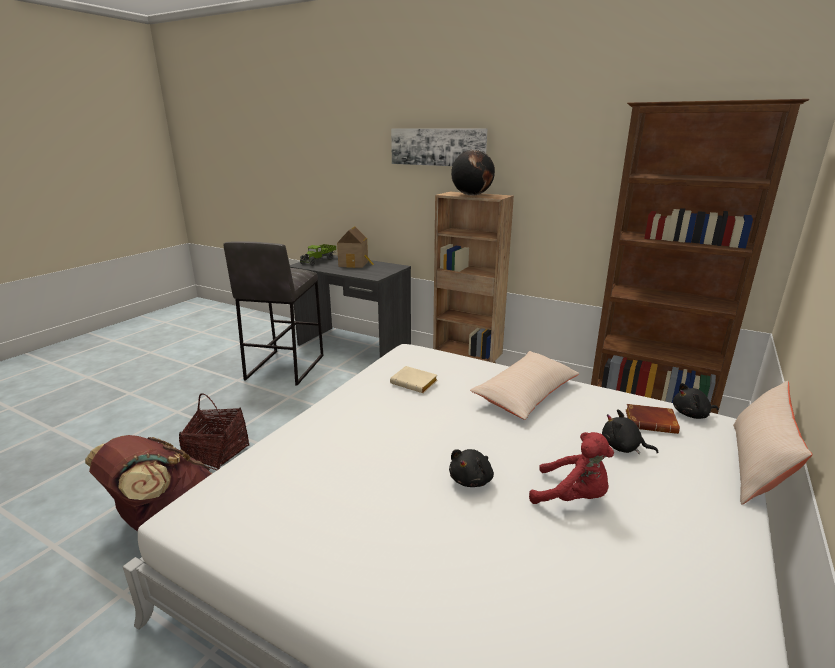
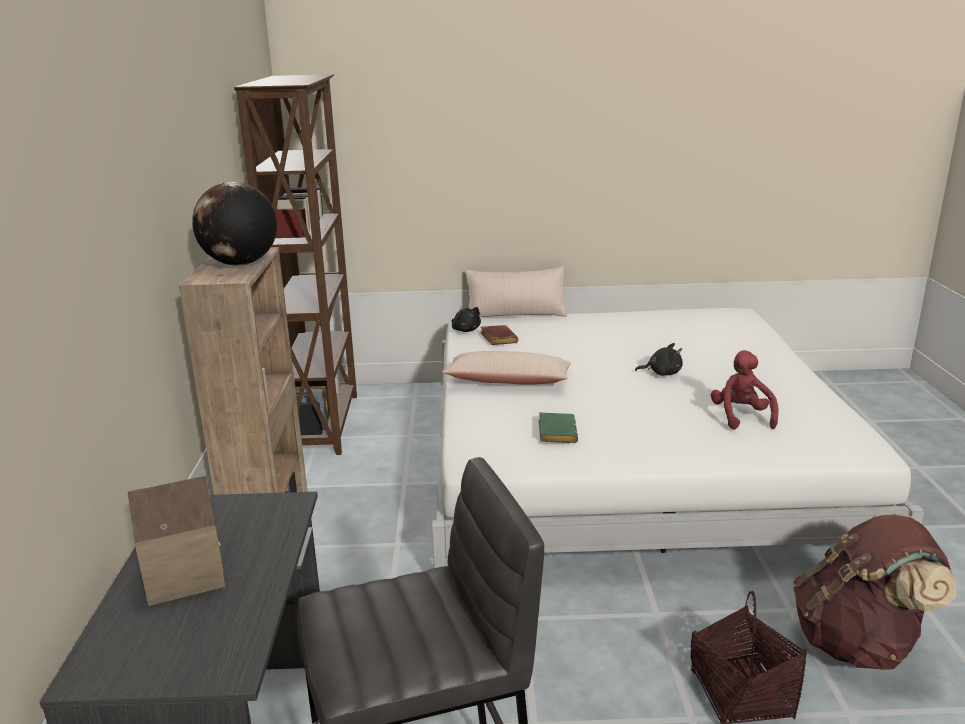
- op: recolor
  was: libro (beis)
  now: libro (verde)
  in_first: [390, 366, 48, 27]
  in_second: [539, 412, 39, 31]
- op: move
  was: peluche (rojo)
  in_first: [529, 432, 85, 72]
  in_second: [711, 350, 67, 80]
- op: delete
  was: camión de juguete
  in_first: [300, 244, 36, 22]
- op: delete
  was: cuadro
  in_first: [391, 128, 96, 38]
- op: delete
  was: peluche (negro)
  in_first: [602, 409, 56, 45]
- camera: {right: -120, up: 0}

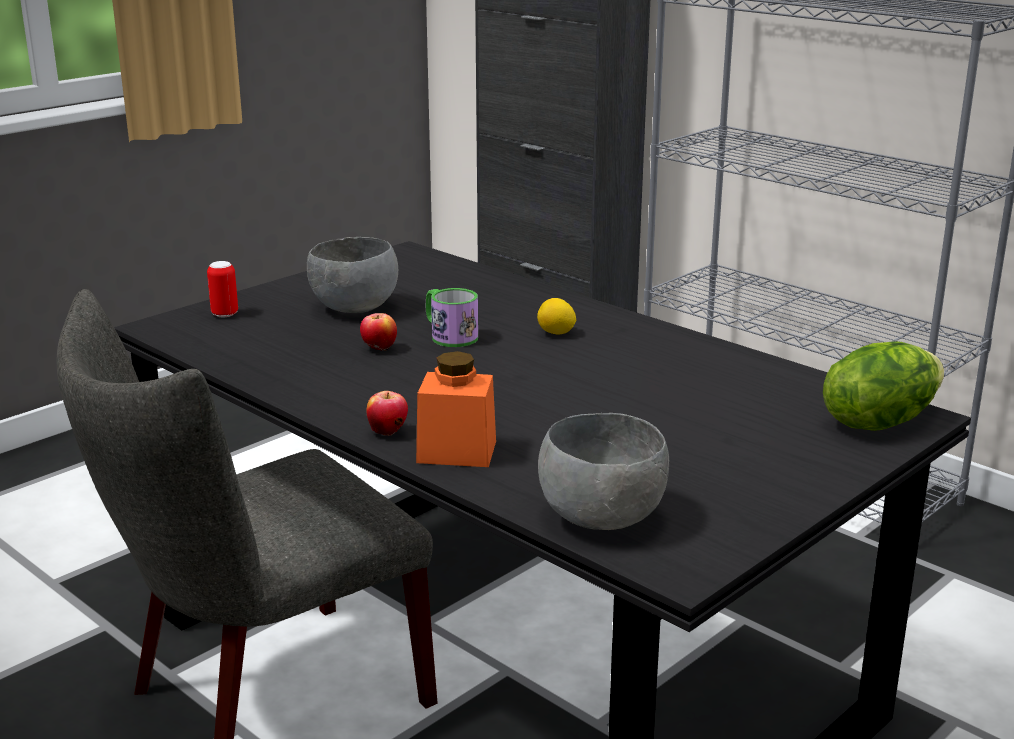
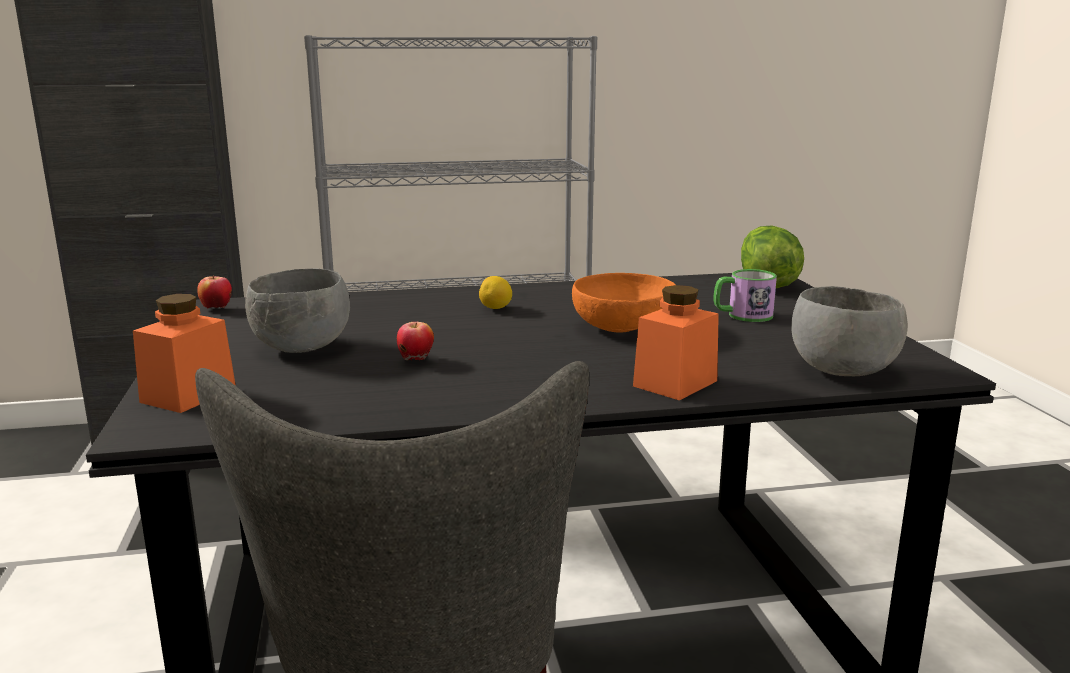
- op: replace
  was: lata
  now: tarro (naranja)
  in_first: [207, 261, 31, 56]
  in_second: [133, 294, 103, 119]
- op: move
  was: manzana
  in_first: [366, 391, 42, 45]
  in_second: [197, 276, 35, 32]
- op: insert
  now: cuenco (naranja)
  in_second: [572, 273, 104, 60]
- op: move
  was: taza grande
  in_first: [426, 288, 52, 59]
  in_second: [714, 269, 63, 53]
- camera: {right: -55, up: -5}

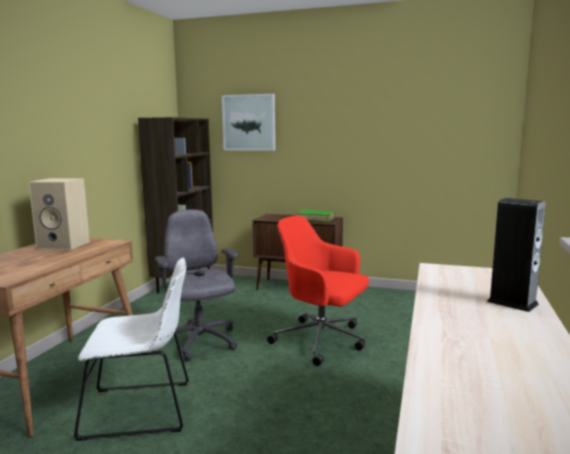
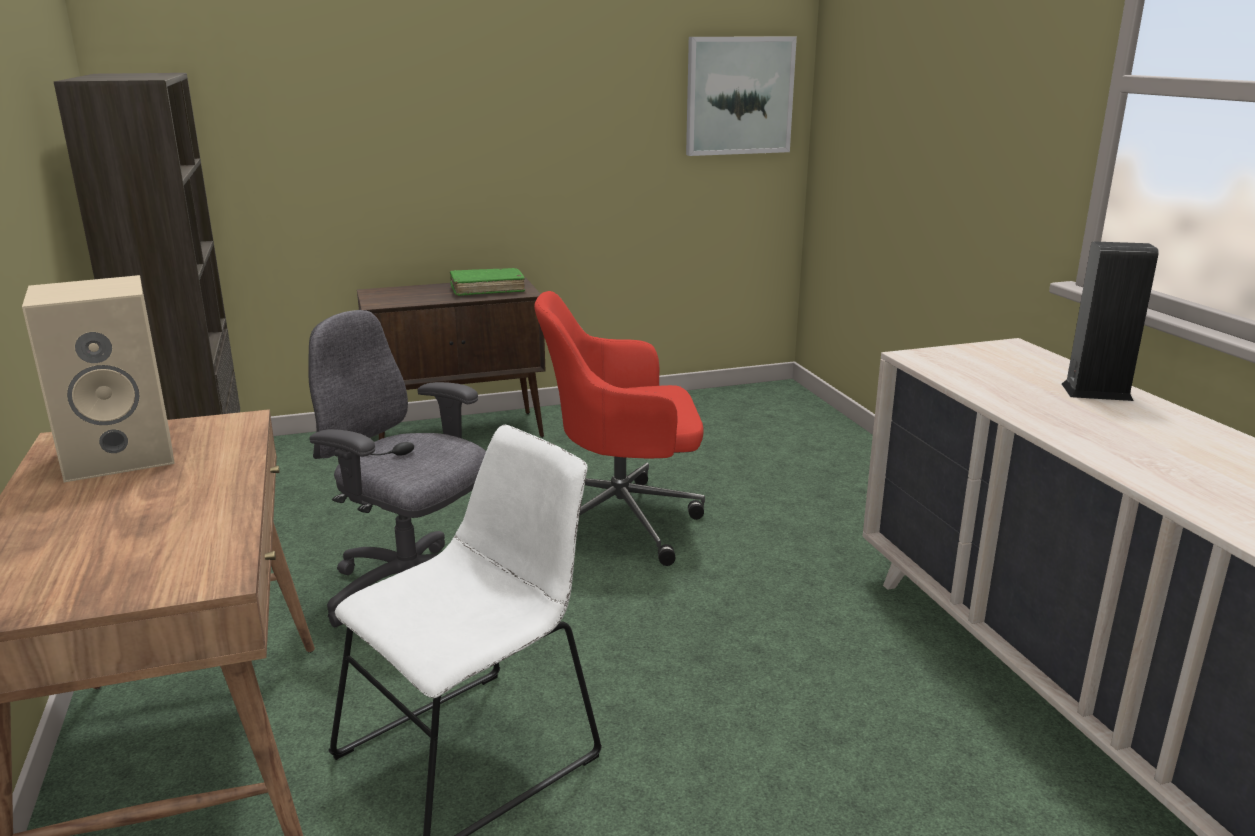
- op: move
  was: cuadro
  in_first: [222, 94, 53, 57]
  in_second: [686, 37, 111, 119]
- camera: {right: -35, up: 10}

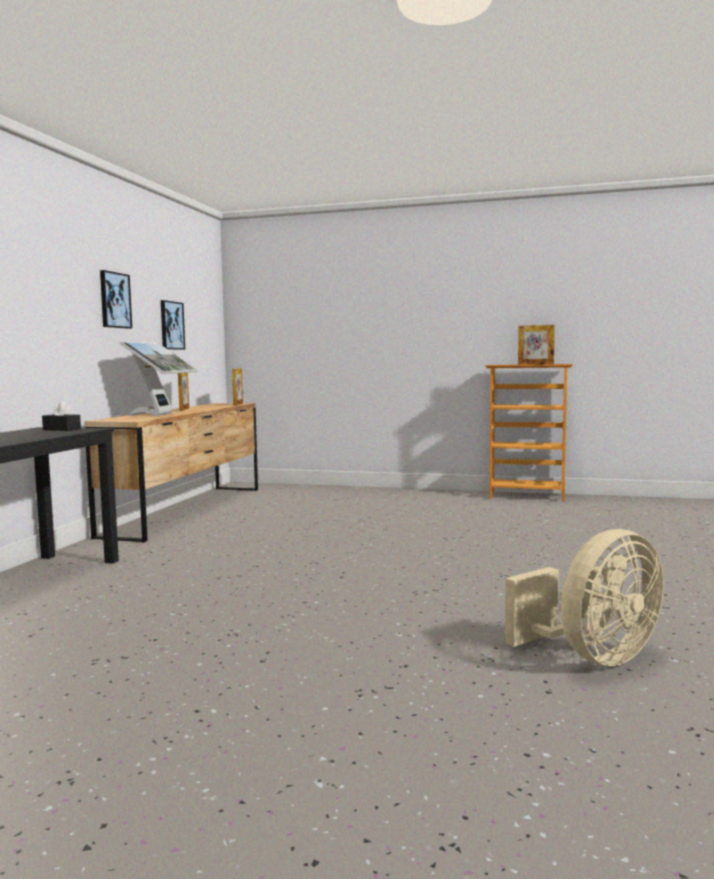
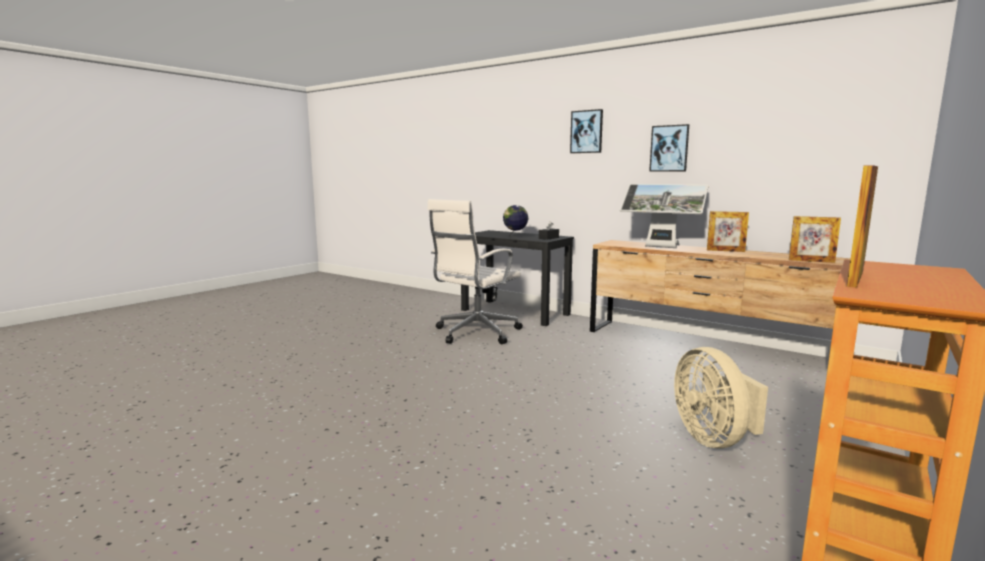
- op: insert
  now: silla de oficina (blanco)
  in_second: [427, 199, 96, 145]
- op: insert
  now: globo terráqueo
  in_second: [503, 205, 26, 33]
- op: move
  was: cuadro
  in_first: [161, 300, 24, 50]
  in_second: [570, 109, 33, 44]
- op: move
  was: ventilador (beis)
  in_first: [505, 529, 159, 137]
  in_second: [674, 347, 94, 102]
- camera: {right: 110, up: 5}

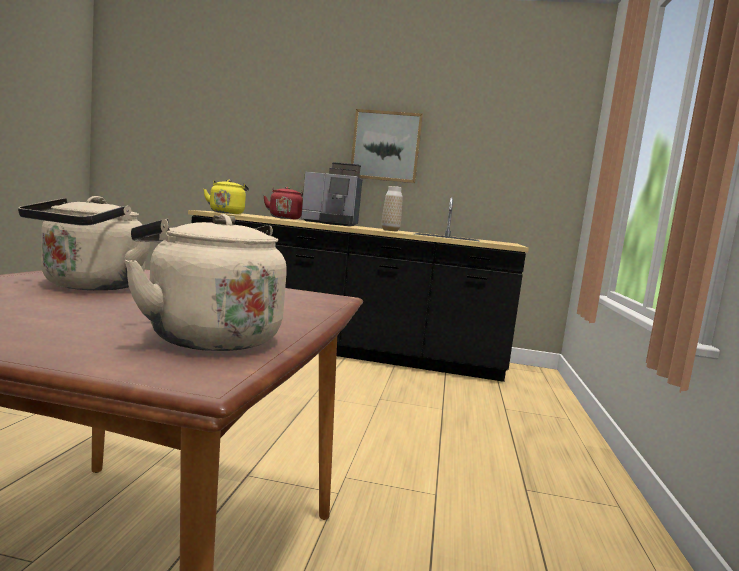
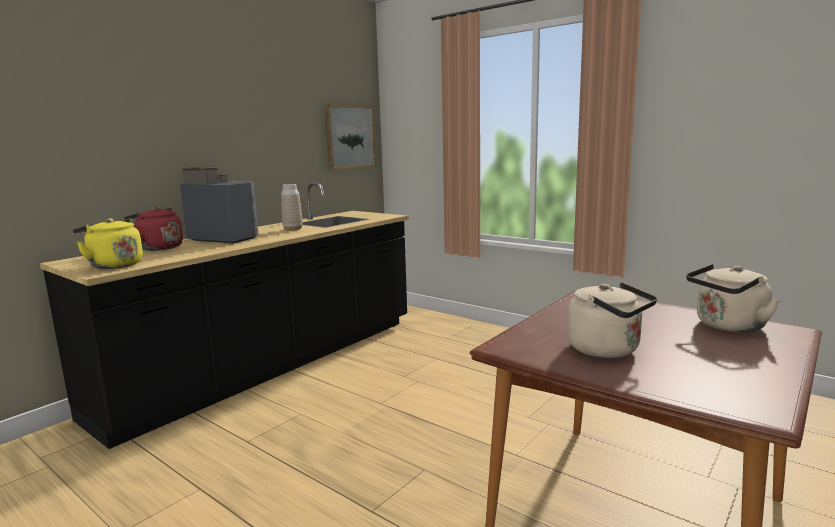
- op: rotate
  was: cafetera
  in_first: [301, 162, 61, 64]
  in_second: [180, 167, 79, 77]
  clockwise: -105
- op: move
  was: cuadro
  in_first: [351, 109, 72, 74]
  in_second: [325, 104, 50, 66]
- camera: {right: -60, up: 5}

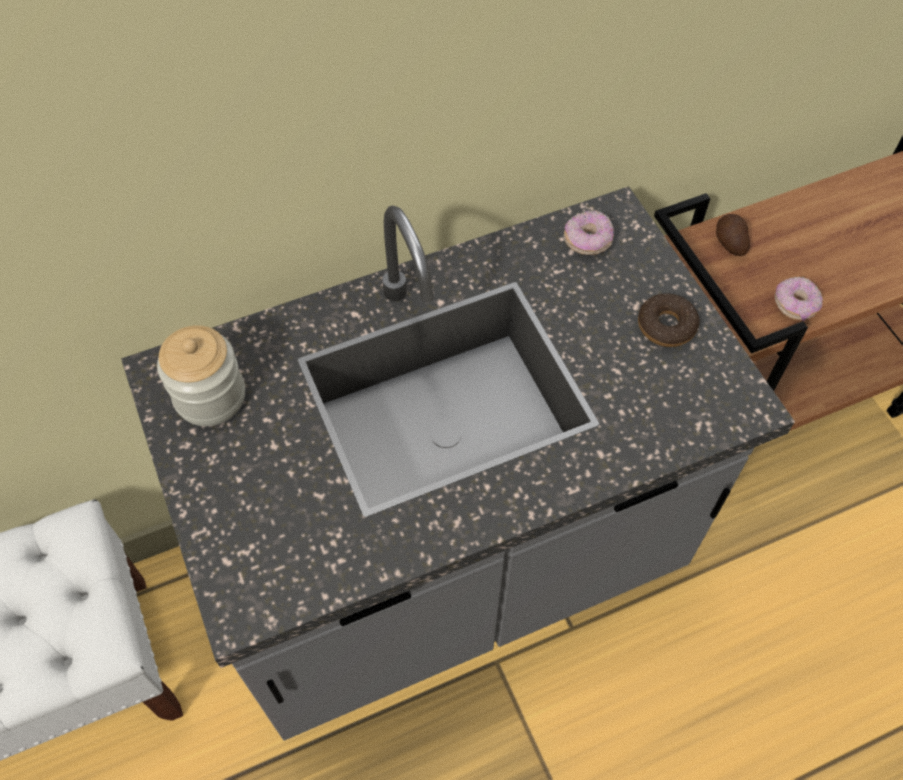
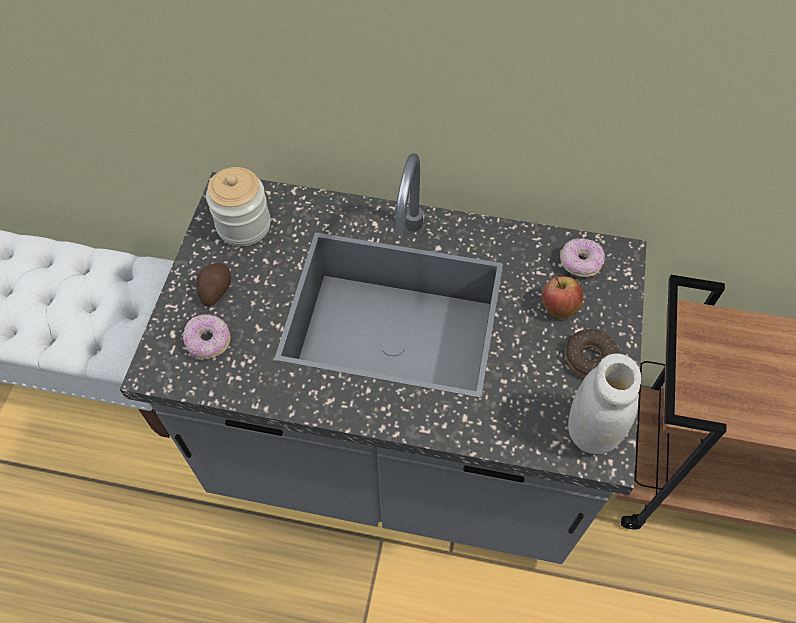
- op: move
  was: rosquilla
  in_first: [775, 277, 48, 44]
  in_second: [183, 314, 48, 45]
- op: move
  was: patata
  in_first: [716, 214, 34, 42]
  in_second: [197, 263, 34, 43]
- op: insert
  now: manzana
  in_second: [542, 276, 41, 43]
- op: insert
  now: tarro (blanco)
  in_second: [568, 354, 73, 100]
- camera: {right: 35, up: 0}

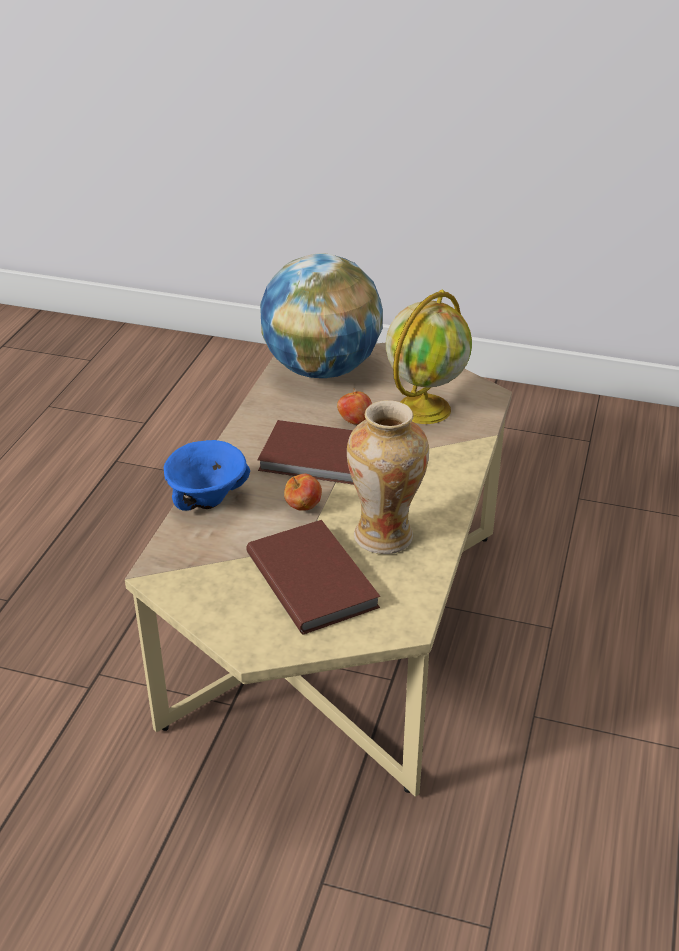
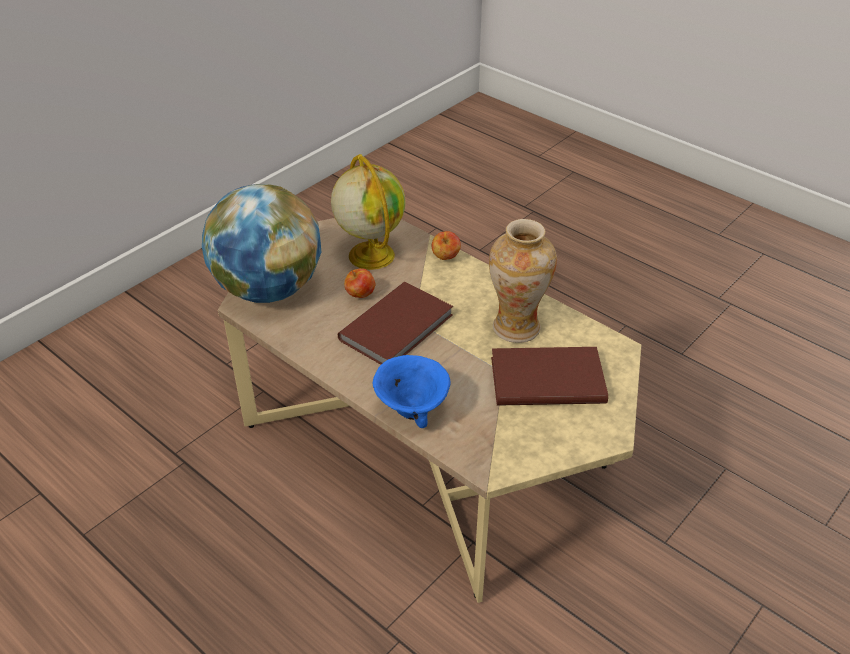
- op: move
  was: manzana
  in_first: [284, 474, 38, 37]
  in_second: [432, 231, 29, 29]
- camera: {right: -65, up: 5}

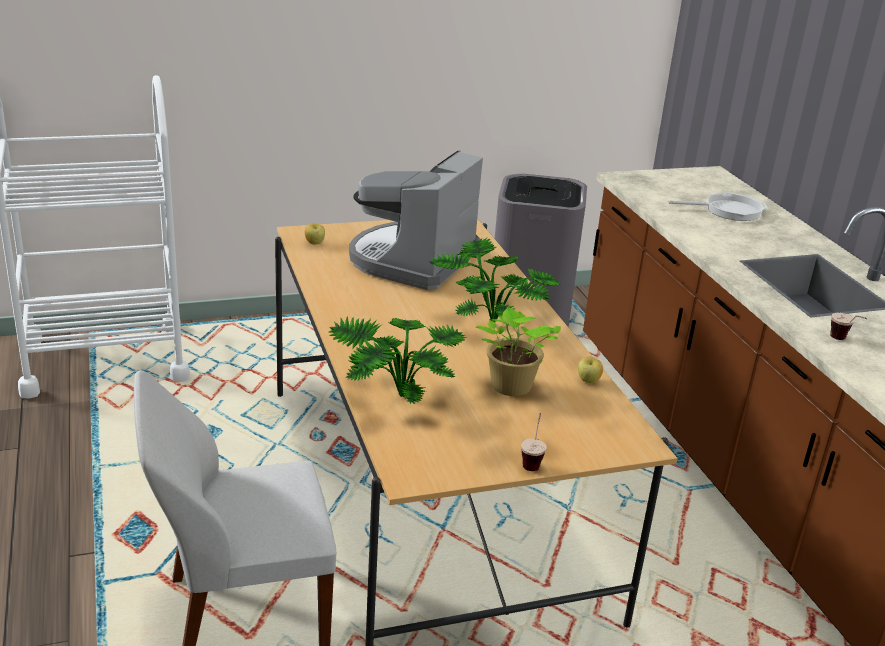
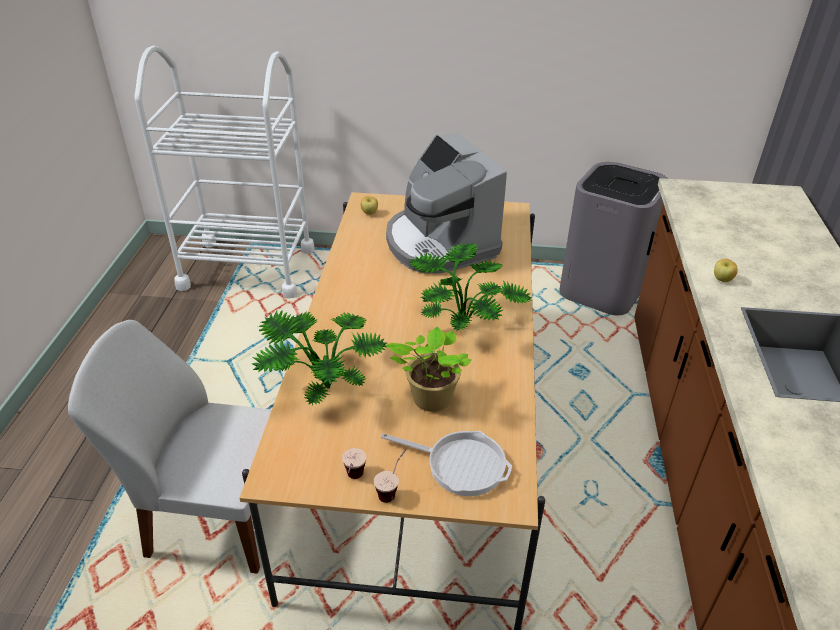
- op: move
  was: taza
  in_first: [830, 313, 37, 27]
  in_second: [342, 448, 25, 31]
- op: move
  was: sartén
  in_first: [668, 192, 100, 29]
  in_second: [381, 431, 131, 65]
- op: rotate
  was: cafetera
  in_first: [349, 150, 134, 140]
  in_second: [386, 132, 121, 142]
  clockwise: -75
- op: move
  was: manzana
  in_first: [578, 356, 25, 27]
  in_second: [714, 258, 24, 24]
- camera: {right: 25, up: 10}

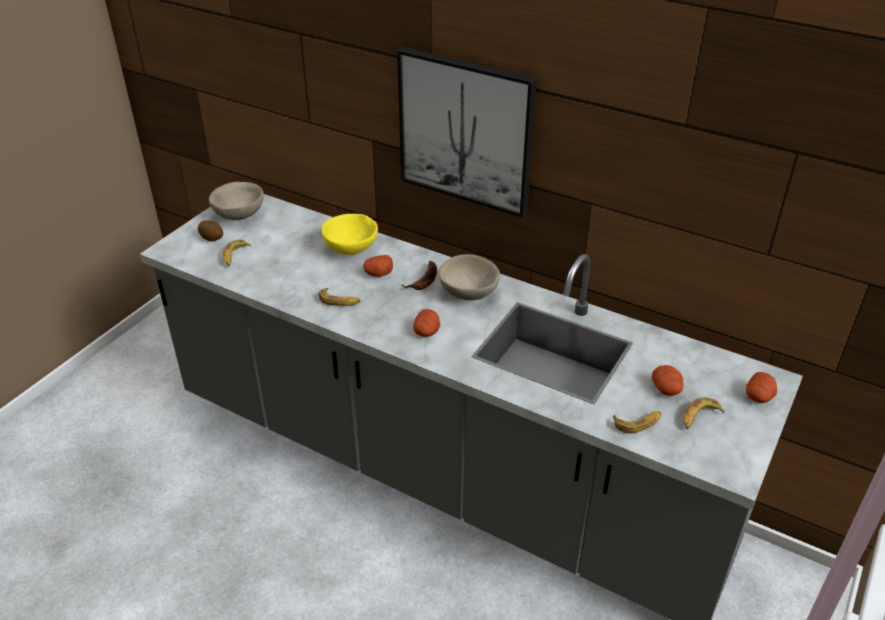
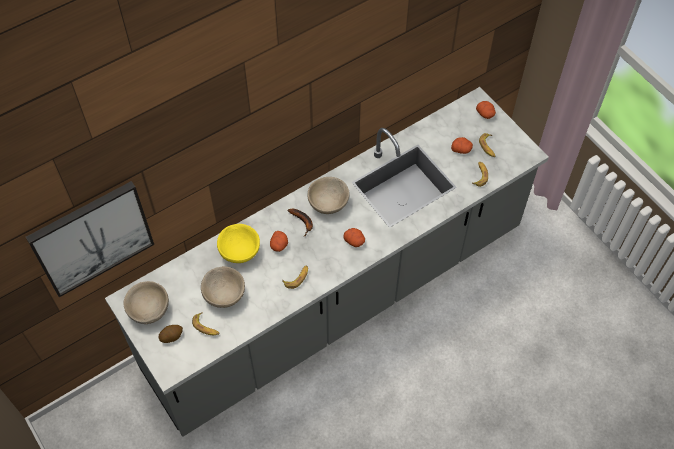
- op: move
  was: cuadro
  in_first: [397, 47, 140, 171]
  in_second: [26, 181, 128, 116]
- op: insert
  now: cuenco (beis)
  in_second: [201, 266, 44, 42]
- camera: {right: -65, up: 20}

